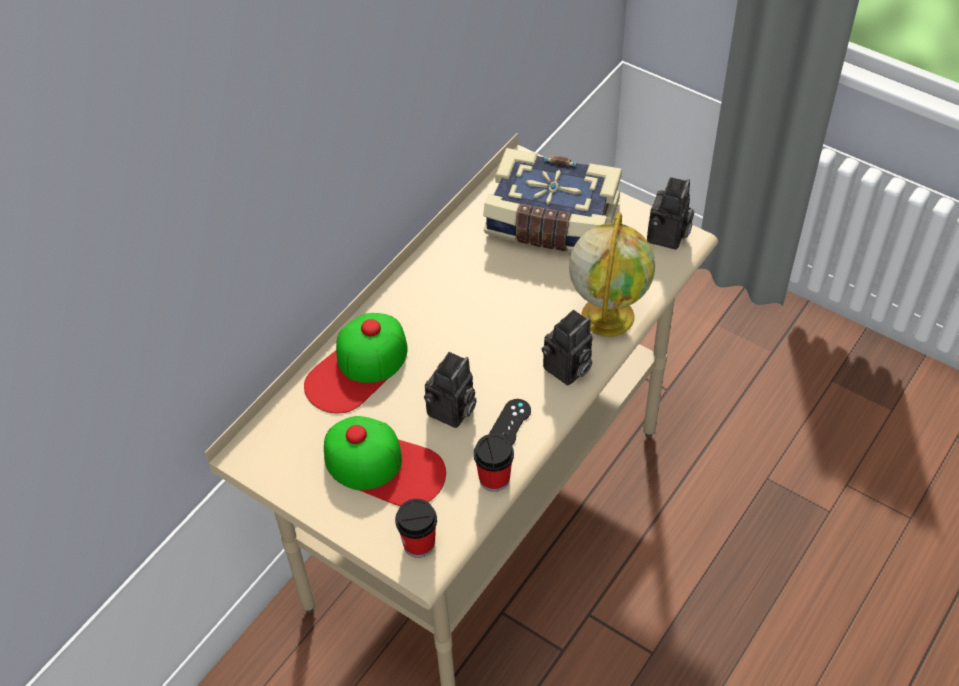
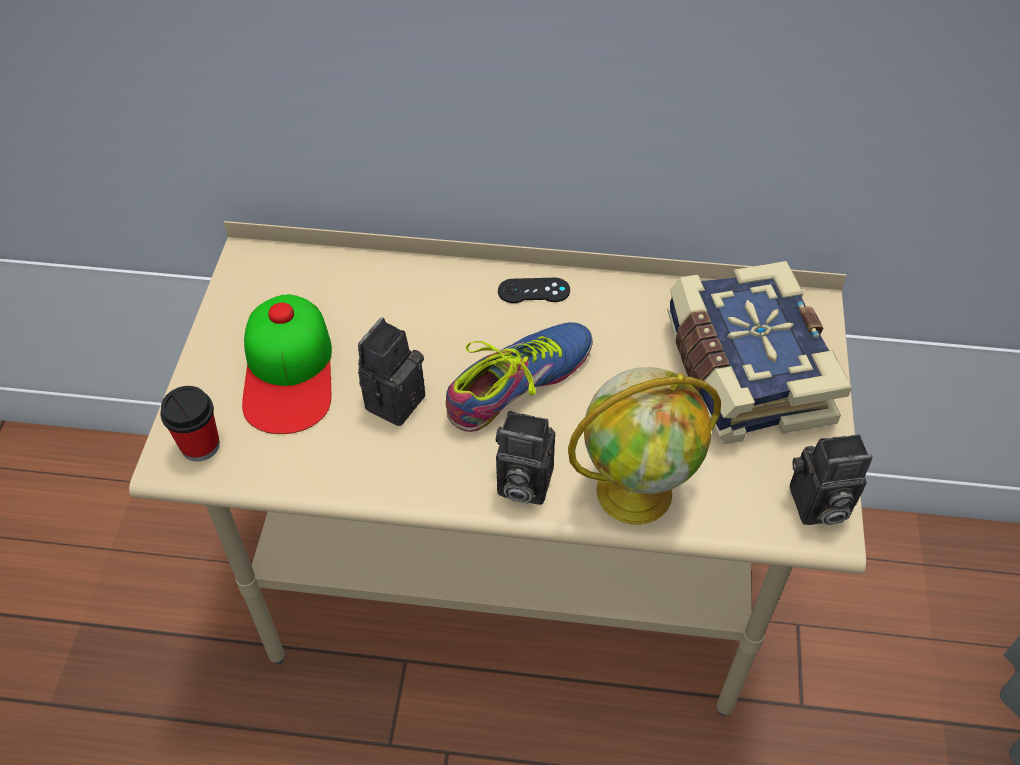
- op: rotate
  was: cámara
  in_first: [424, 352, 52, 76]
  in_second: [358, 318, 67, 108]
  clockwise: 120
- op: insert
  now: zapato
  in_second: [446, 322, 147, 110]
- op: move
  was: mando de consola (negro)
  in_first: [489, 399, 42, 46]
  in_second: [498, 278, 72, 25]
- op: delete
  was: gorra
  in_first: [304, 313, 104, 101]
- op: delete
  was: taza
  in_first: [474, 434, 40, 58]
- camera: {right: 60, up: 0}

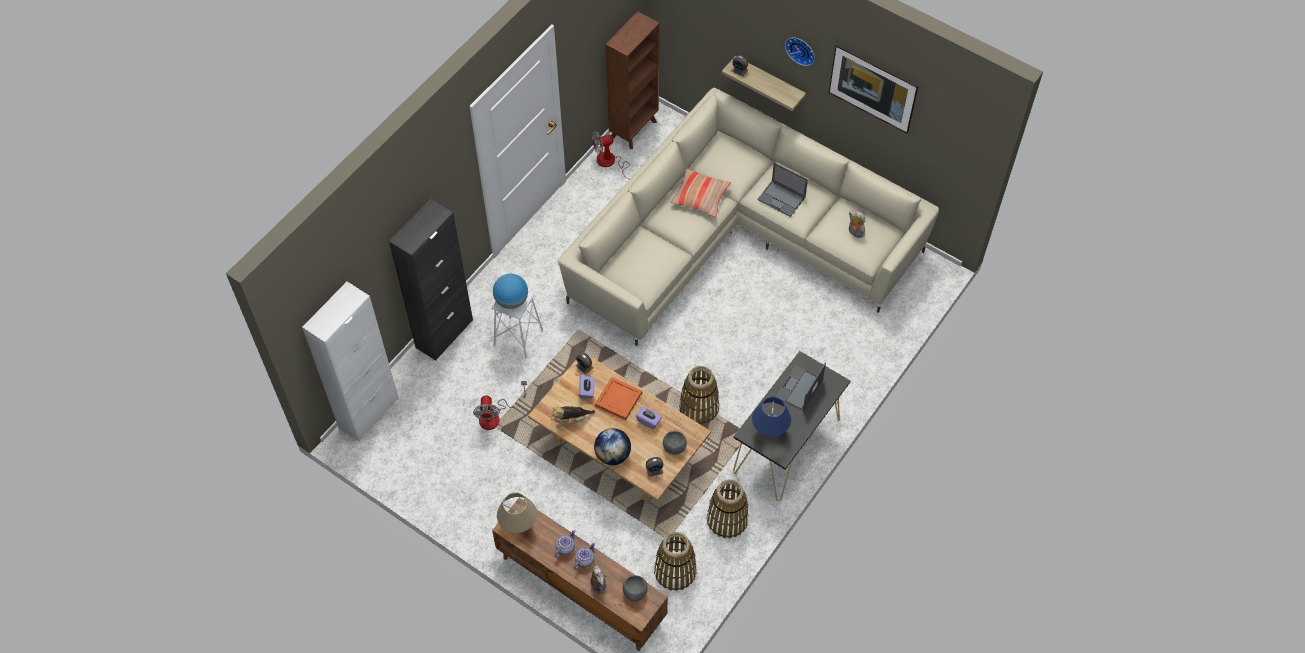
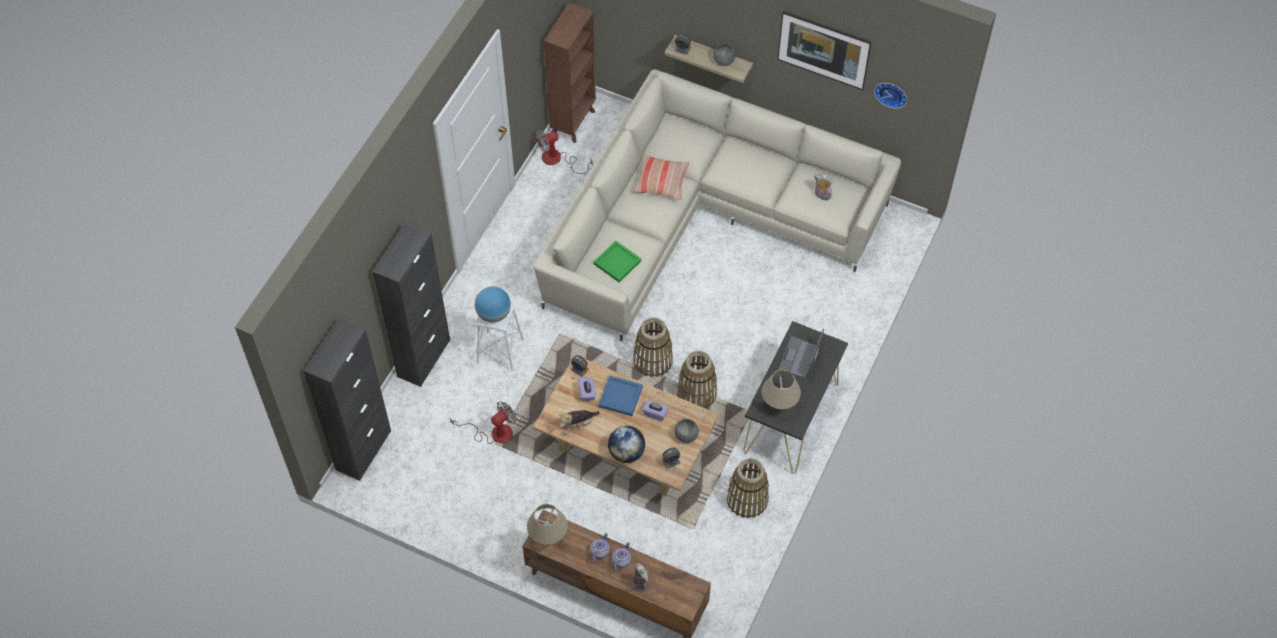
- op: recolor
  was: armario (blanco)
  now: armario (negro)
  in_first: [302, 282, 97, 160]
  in_second: [304, 318, 87, 163]
- op: rotate
  was: ventilador
  in_first: [473, 381, 54, 49]
  in_second: [450, 401, 67, 43]
  clockwise: -120
- op: insert
  now: bandeja (verde)
  in_second: [594, 241, 47, 42]
- op: recolor
  was: bandeja (naranja)
  now: bandeja (azul)
  in_first: [595, 377, 47, 43]
  in_second: [598, 375, 45, 41]
- op: move
  was: cesta
  in_first: [654, 532, 43, 59]
  in_second: [633, 317, 40, 60]
- op: move
  was: cuenco (gris)
  in_first: [623, 575, 25, 26]
  in_second: [713, 44, 23, 22]
- op: recolor
  was: lámpara de mesa (azul)
  now: lámpara de mesa (beis)
  in_first: [752, 397, 39, 39]
  in_second: [761, 369, 40, 40]
- op: move
  was: reloj de pared
  in_first: [785, 37, 30, 29]
  in_second: [874, 83, 33, 26]
- op: delete
  was: portátil
  in_first: [757, 162, 51, 55]
- camera: {right: -10, up: 0}

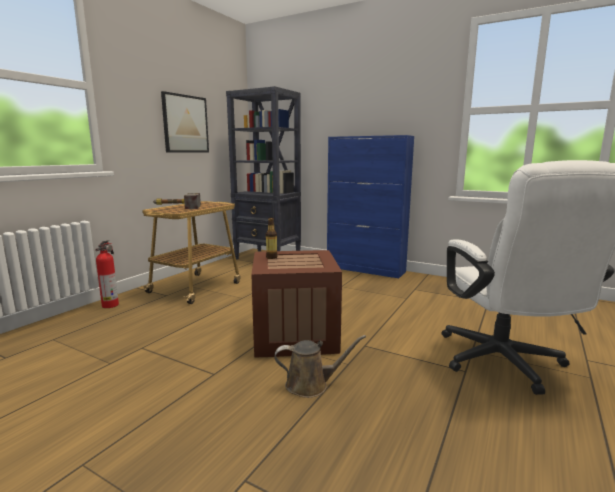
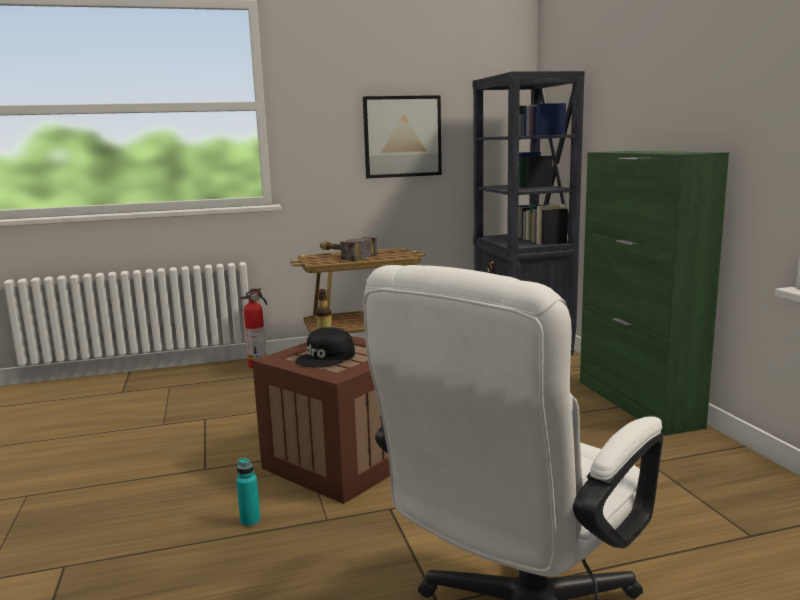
- op: replace
  was: regadera (marrón)
  now: botella (turquesa)
  in_first: [274, 335, 92, 63]
  in_second: [236, 458, 24, 69]
- op: insert
  now: gorra (negro)
  in_second: [295, 327, 60, 41]
- op: recolor
  was: armario (azul)
  now: armario (verde)
  in_first: [327, 135, 87, 143]
  in_second: [580, 151, 149, 285]
- camera: {right: 45, up: 0}

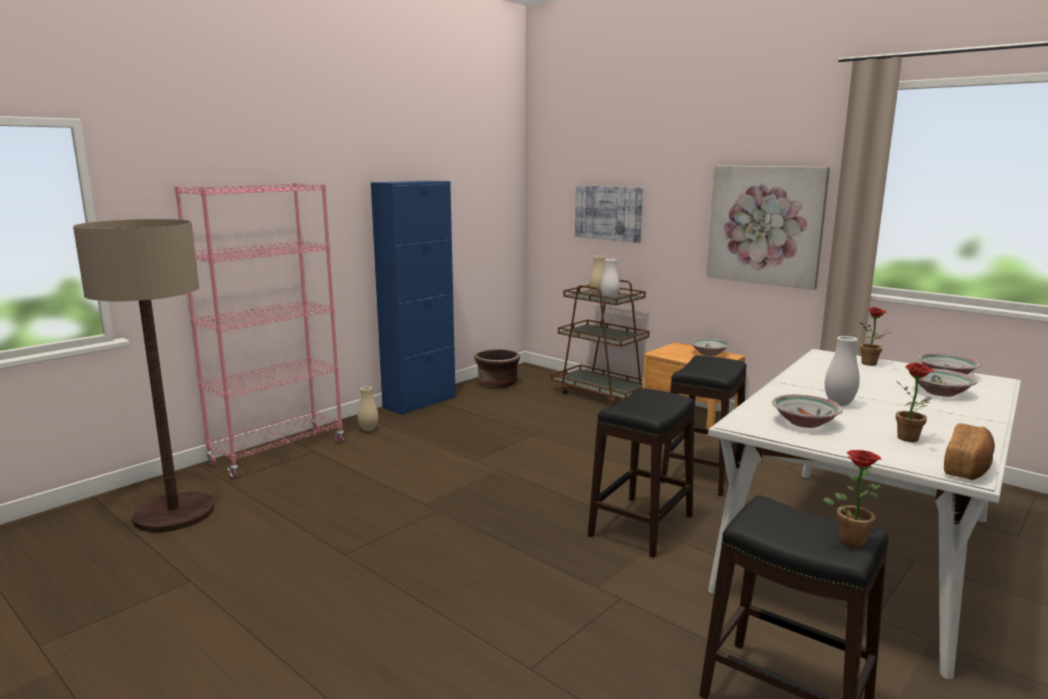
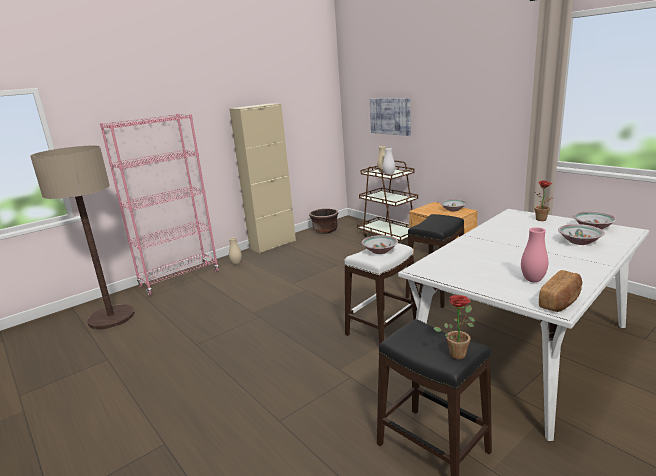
- op: recolor
  was: armario (azul)
  now: armario (beis)
  in_first: [371, 180, 85, 235]
  in_second: [229, 103, 67, 150]
- op: recolor
  was: taburete (negro)
  now: taburete (blanco)
  in_first: [588, 388, 107, 170]
  in_second: [345, 243, 72, 102]
- op: move
  was: cuenco
  in_first: [772, 394, 71, 34]
  in_second: [362, 235, 36, 19]
- op: replace
  was: planta en maceta
  now: florero (rosa)
  in_first: [896, 363, 38, 79]
  in_second: [521, 227, 27, 55]
- op: delete
  was: cuadro
  in_first: [706, 166, 124, 124]
- op: delete
  was: florero (blanco)
  in_first: [825, 336, 35, 70]
- camera: {right: 10, up: 5}

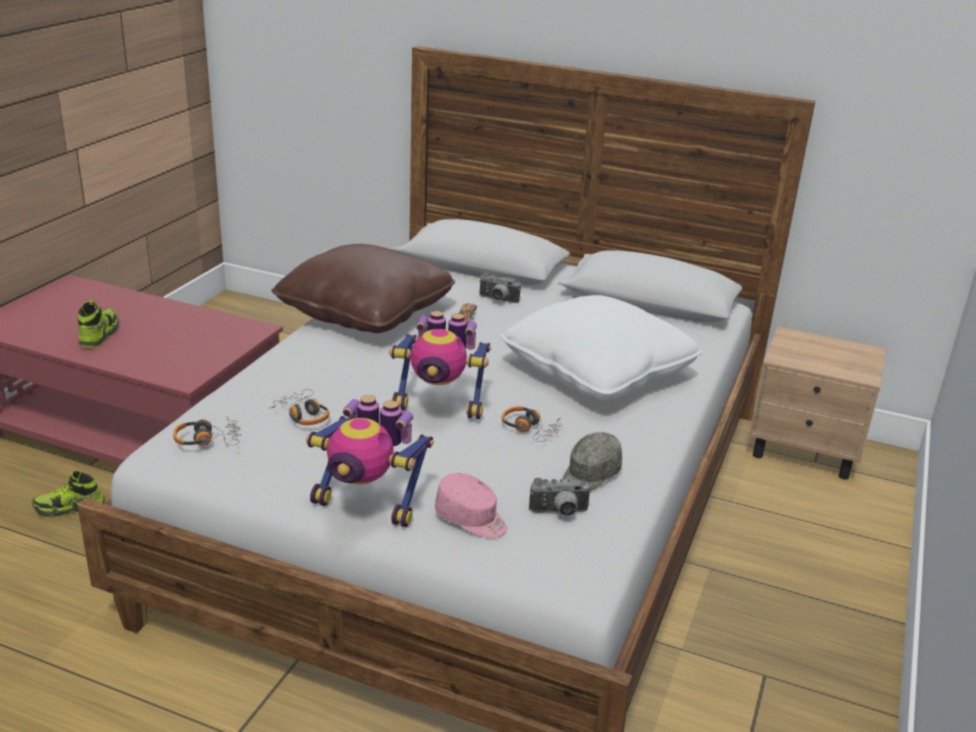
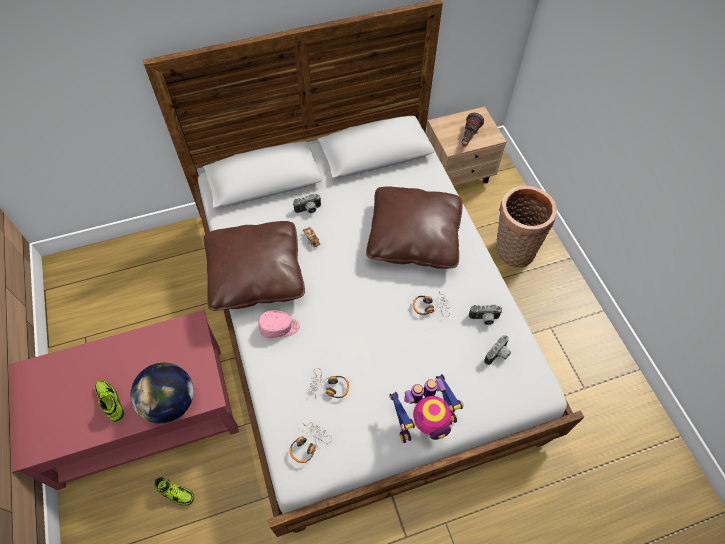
- op: insert
  now: globo terráqueo
  in_second: [130, 363, 64, 61]
- op: rotate
  was: zapato
  in_first: [32, 471, 73, 46]
  in_second: [154, 477, 40, 29]
  clockwise: -105
- op: move
  was: gorra (rosa)
  in_first: [435, 473, 72, 65]
  in_second: [258, 310, 42, 28]
- op: recolor
  was: cojín (blanco)
  now: cojín (marrón)
  in_first: [501, 295, 201, 105]
  in_second: [366, 186, 97, 83]
- op: insert
  now: linterna
  in_second: [462, 113, 22, 34]
- op: replace
  was: gorra (gris)
  now: cámara
  in_first: [562, 432, 60, 59]
  in_second: [469, 305, 33, 20]
- op: insert
  now: cesta
  in_second: [496, 185, 61, 83]
- op: delete
  was: robot de juguete
  in_first: [389, 311, 102, 108]
- camera: {right: -40, up: 30}

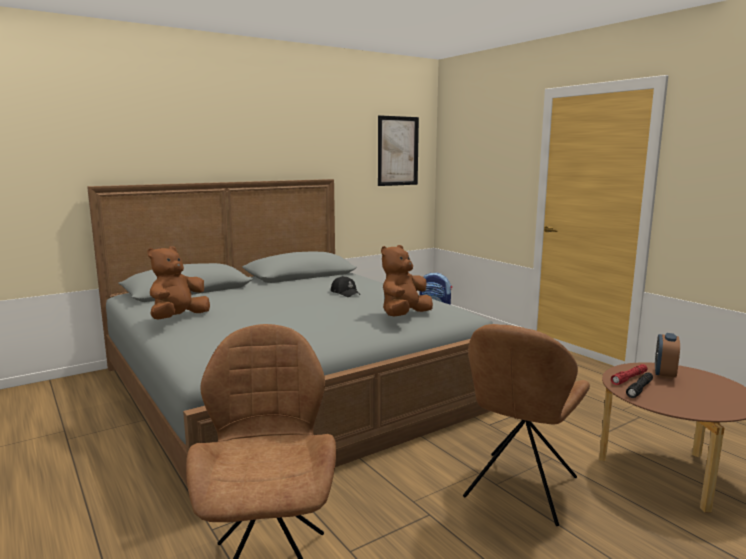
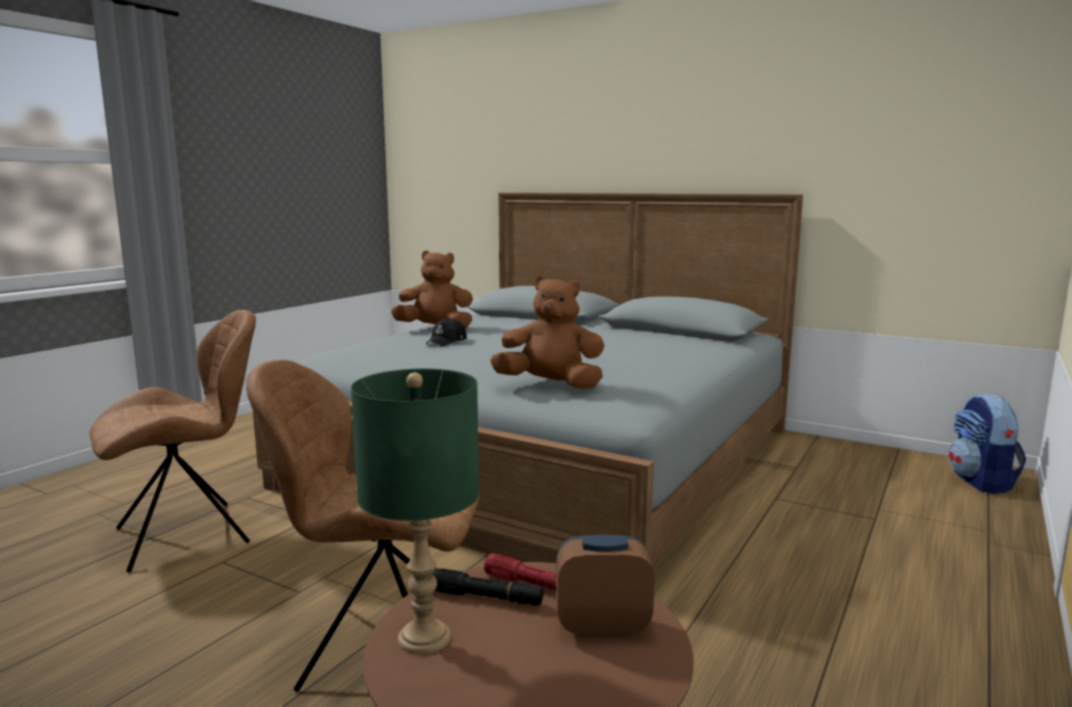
- op: insert
  now: lámpara de mesa (verde)
  in_second: [351, 369, 128, 286]
- op: move
  was: gorra (negro)
  in_first: [331, 276, 29, 21]
  in_second: [426, 318, 41, 28]
- op: delete
  was: cuadro
  in_first: [378, 115, 41, 71]
- camera: {right: 65, up: 0}

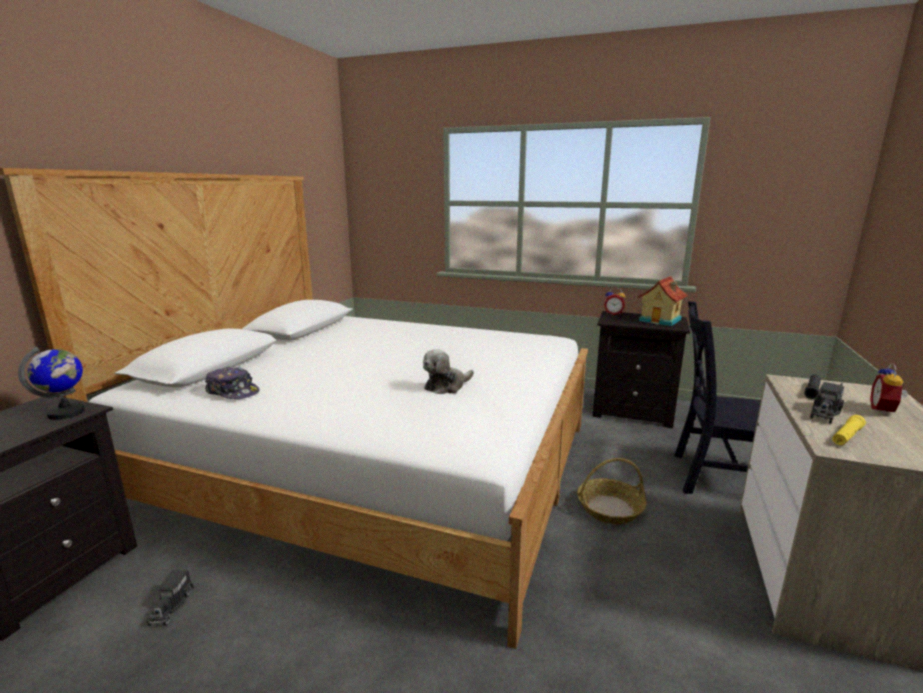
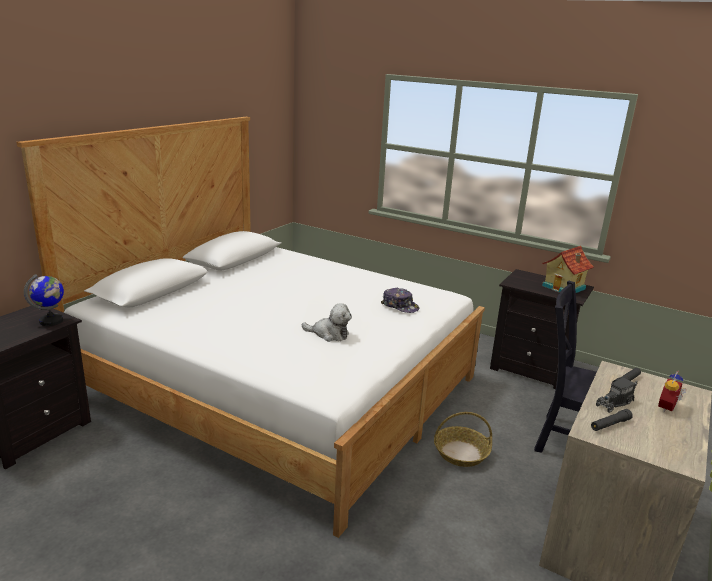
- op: rotate
  was: peluche
  in_first: [423, 349, 51, 45]
  in_second: [302, 303, 50, 39]
  clockwise: -135
- op: move
  was: gorra
  in_first: [205, 366, 54, 33]
  in_second: [381, 287, 38, 26]
- op: recolor
  was: linterna (amarillo)
  now: linterna (negro)
  in_first: [832, 415, 34, 30]
  in_second: [591, 409, 42, 22]
- op: delete
  was: camión de juguete
  in_first: [147, 565, 47, 61]
- op: delete
  was: despertador
  in_first: [604, 288, 21, 27]
- camera: {right: 10, up: 5}

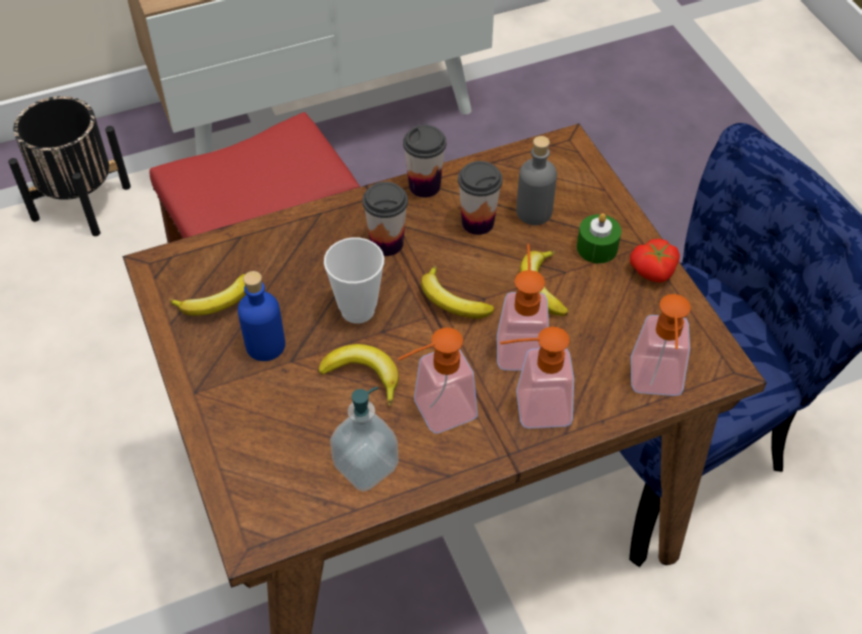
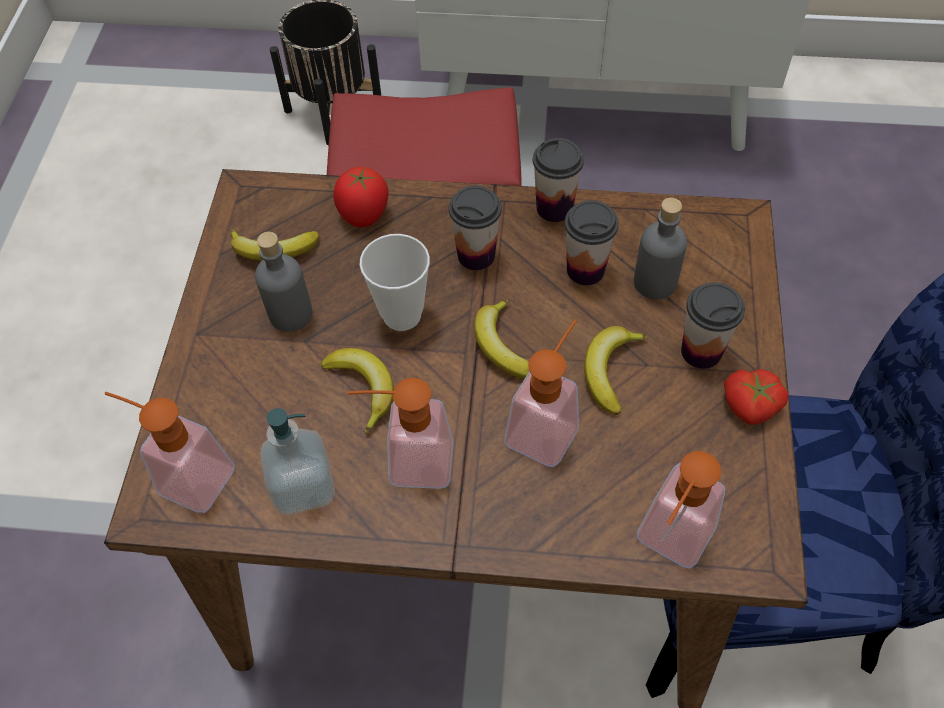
- op: move
  was: dispensador de jabón
  in_first: [500, 327, 74, 102]
  in_second: [105, 392, 130, 121]
- op: recolor
  was: botella (azul)
  now: botella (gris)
  in_first: [238, 271, 47, 90]
  in_second: [255, 232, 58, 100]
- op: insert
  now: tomate
  in_second: [333, 167, 56, 61]
- op: replace
  was: vela (verde)
  now: taza
  in_first: [577, 213, 44, 51]
  in_second: [681, 282, 64, 87]
- camera: {right: 30, up: 5}

